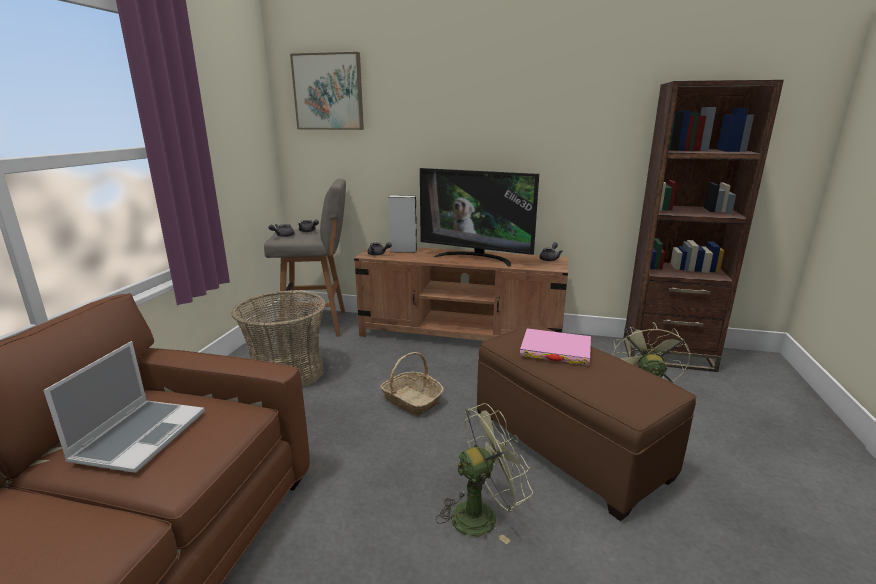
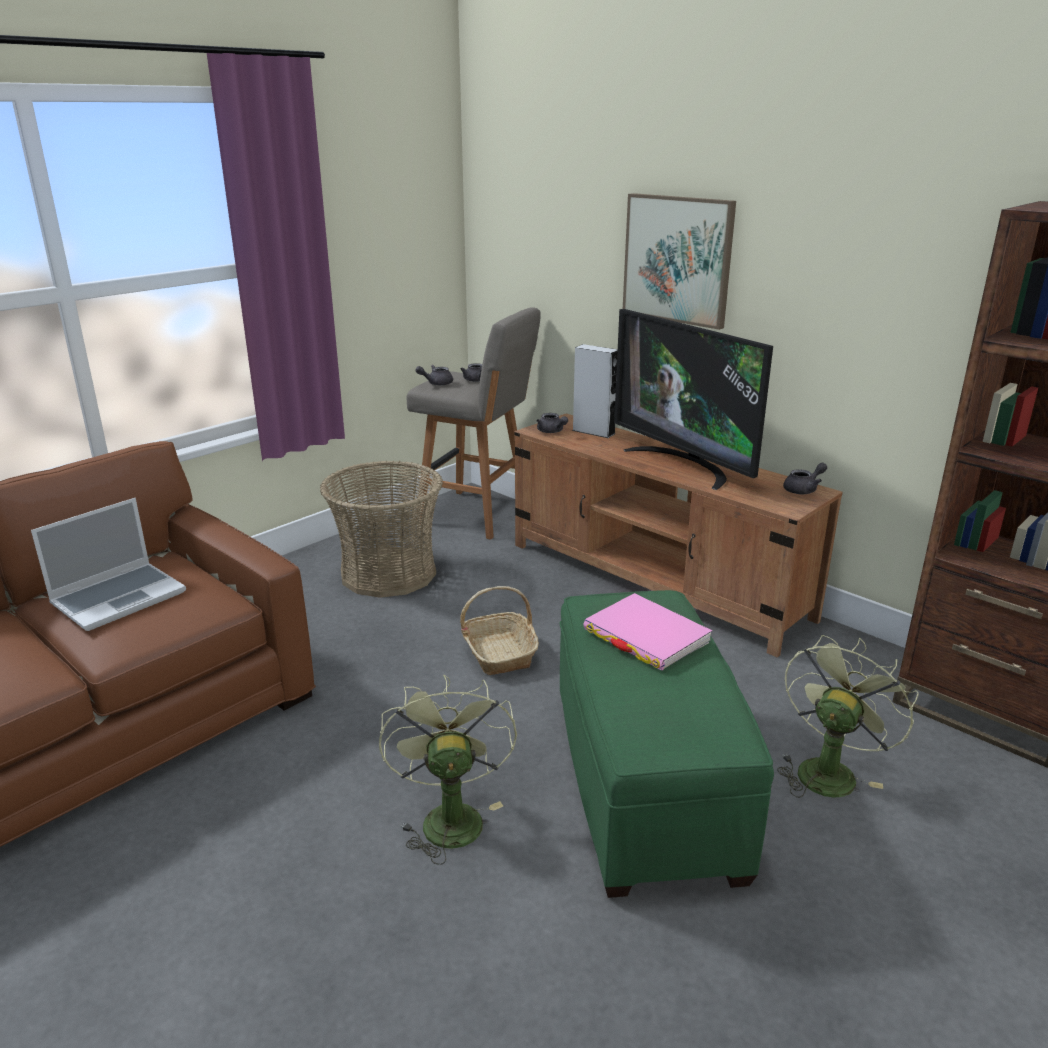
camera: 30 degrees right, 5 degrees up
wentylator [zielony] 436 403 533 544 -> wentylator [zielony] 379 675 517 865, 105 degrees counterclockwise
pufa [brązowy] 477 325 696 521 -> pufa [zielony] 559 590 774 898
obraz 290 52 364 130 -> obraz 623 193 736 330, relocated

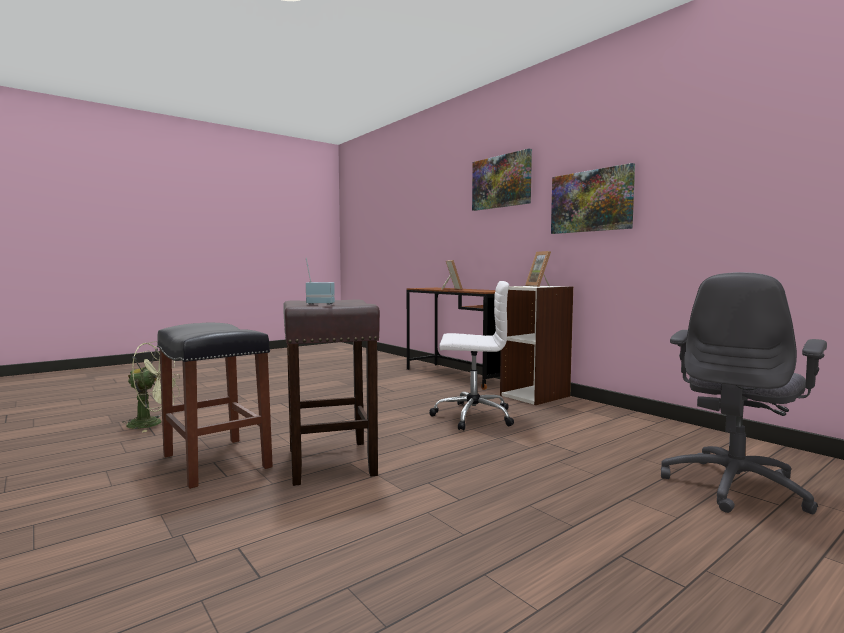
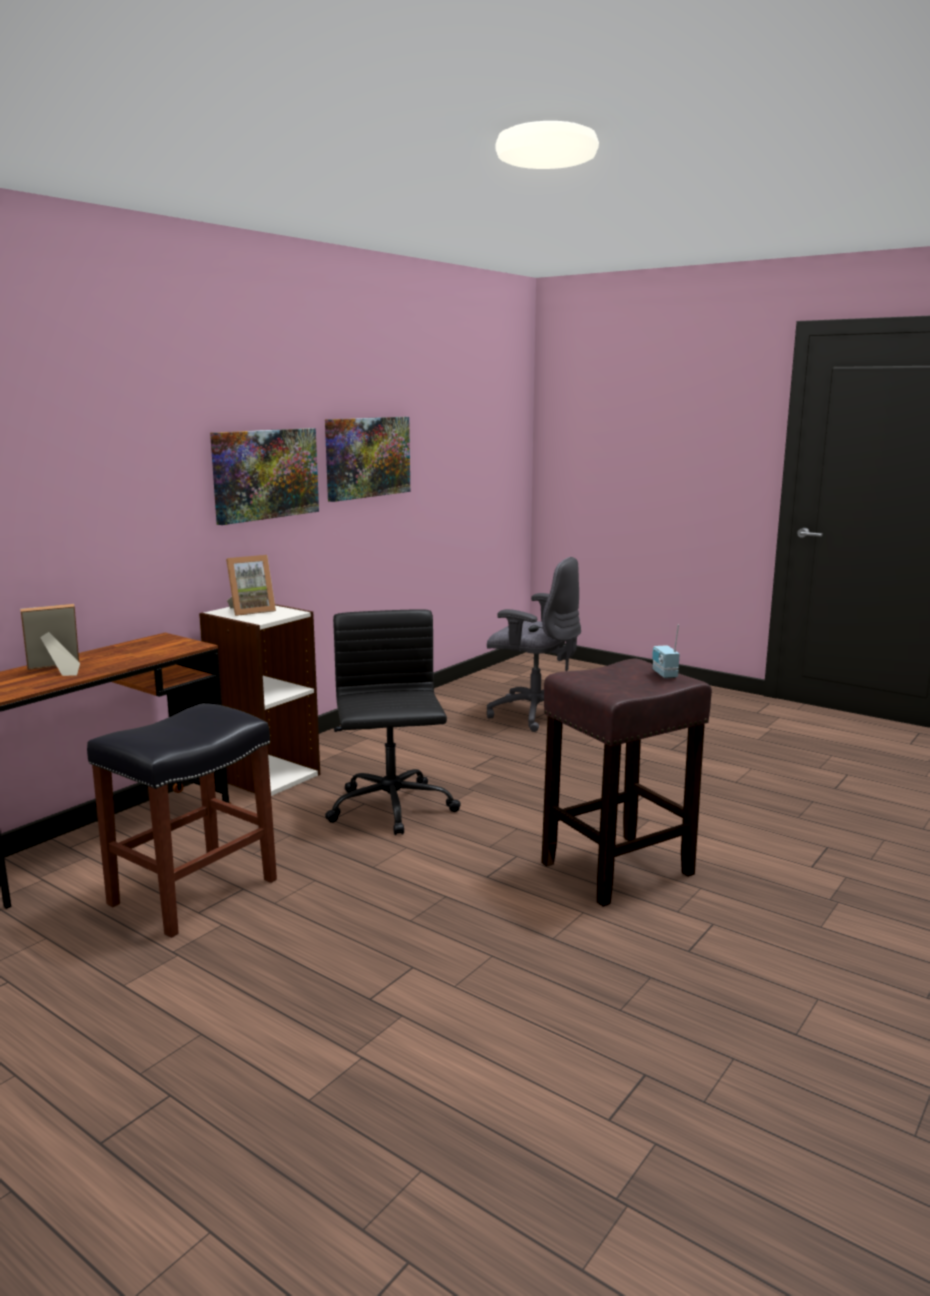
camera: 105 degrees left, 10 degrees up
stołek [czarny] 157 323 273 489 -> stołek [czarny] 87 703 277 938, relocated
obraz 472 148 532 211 -> obraz 325 417 410 502, relocated
krzesło biurowe [biały] 429 281 514 431 -> krzesło biurowe [czarny] 325 609 461 835
wentylator [zielony] 122 341 180 433 -> none

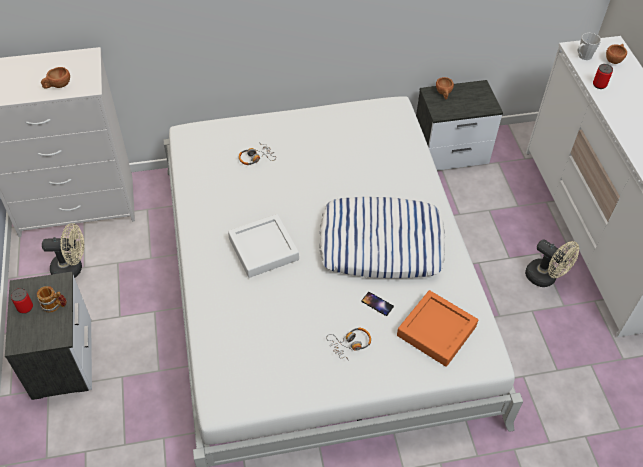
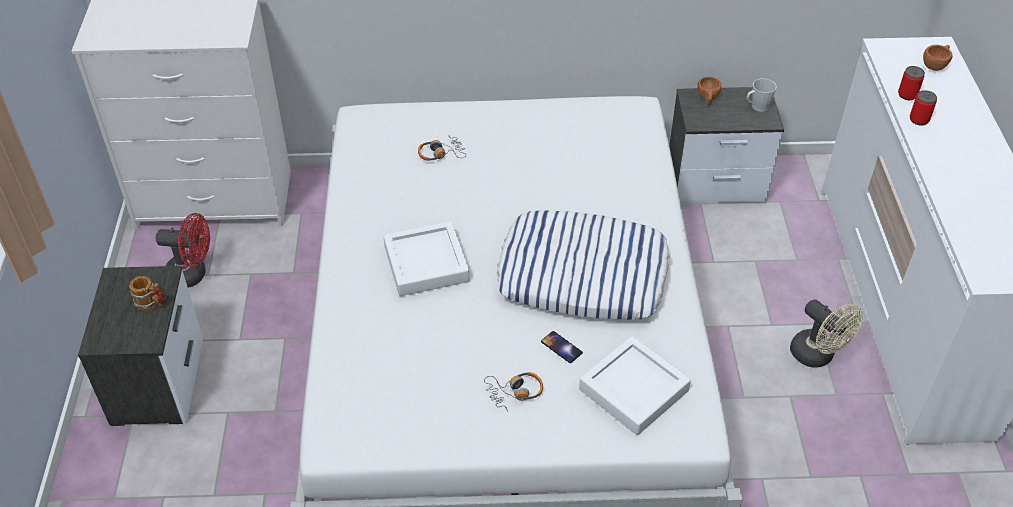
camera: 10 degrees right, 5 degrees down
wentylator [beżowy] 42 223 84 278 -> wentylator [czerwony] 156 213 210 287
taca [pomarańczowy] 397 290 478 367 -> taca [biały] 579 336 691 435
kubek [szary] 577 33 601 60 -> kubek [szary] 747 78 777 112, relocated
puszka 11 288 33 314 -> puszka 910 90 937 125, relocated
filiżanka [brązowy] 41 67 70 89 -> none

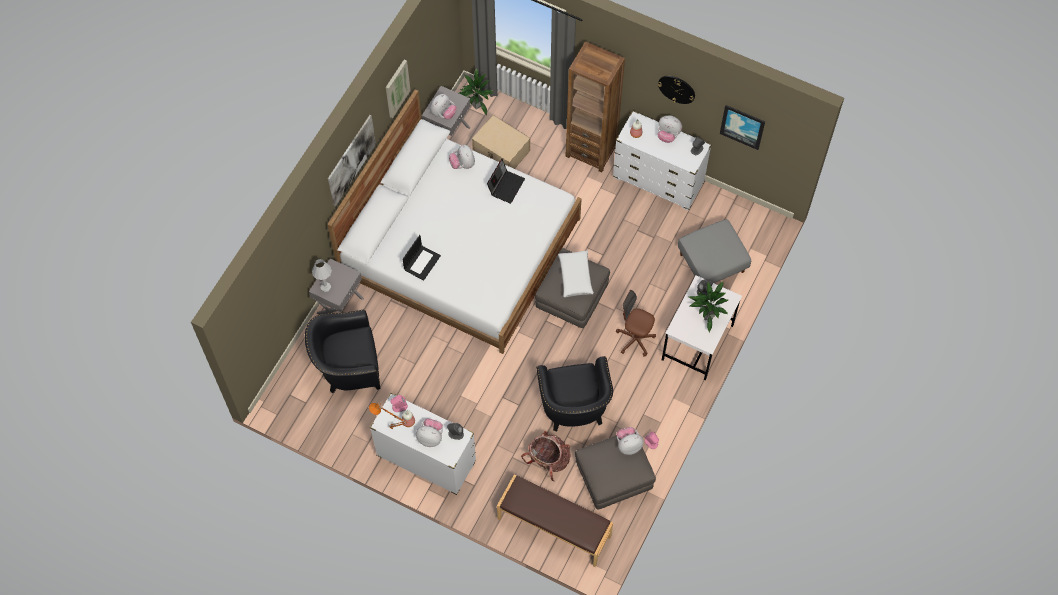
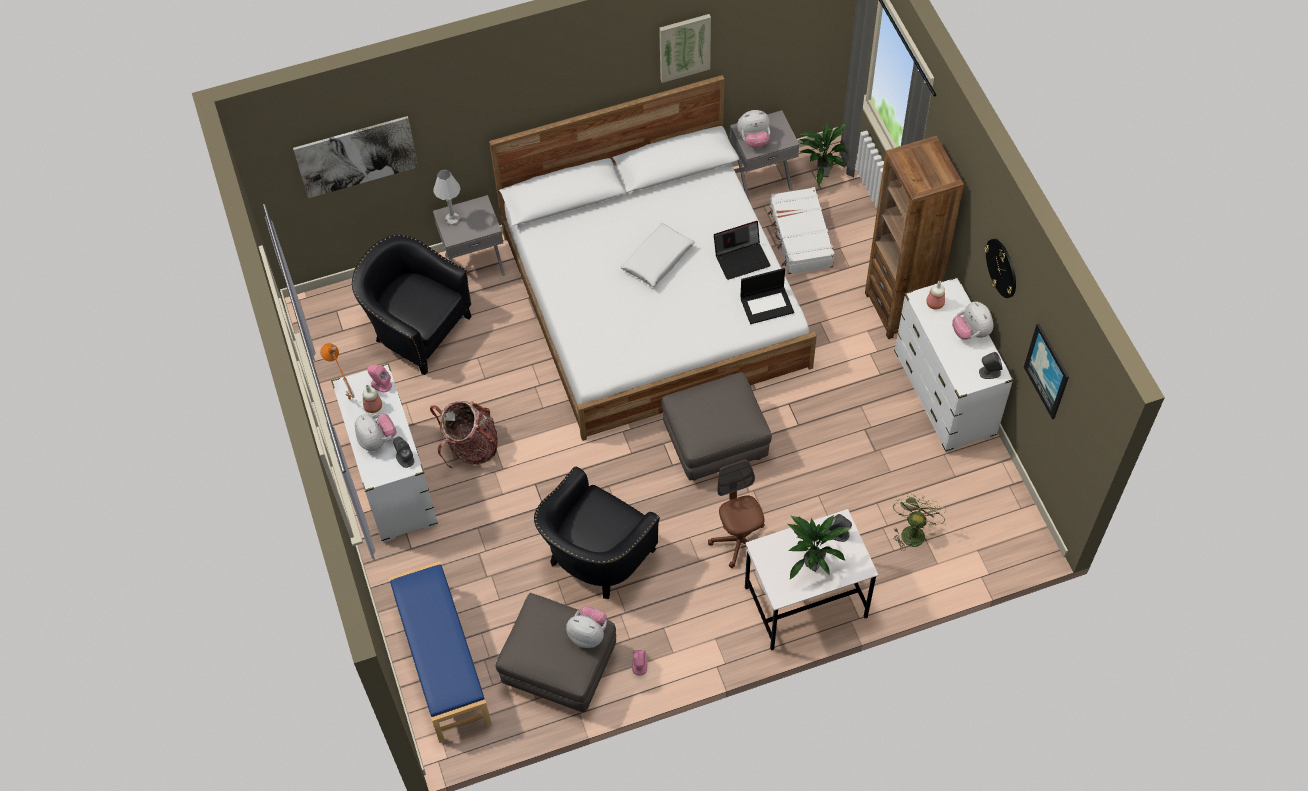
camera: 45 degrees right, 5 degrees down
obraz 328 115 376 207 -> obraz 293 116 418 198, relocated
ławka [brązowy] 497 475 613 567 -> ławka [niebieski] 389 561 492 743
plecak 521 431 570 481 -> plecak 430 401 498 469, relocated
poduszka [biały] 558 250 594 297 -> poduszka [biały] 621 223 695 287, relocated
laptop 403 235 441 281 -> laptop 741 268 794 324, relocated
pojemnik do przechowywania [beżowy] 472 115 530 169 -> walizka [biały] 768 187 835 274
pufa [szary] 678 219 751 283 -> wentylator [zielony] 893 493 946 551
pluszak 449 145 475 169 -> none

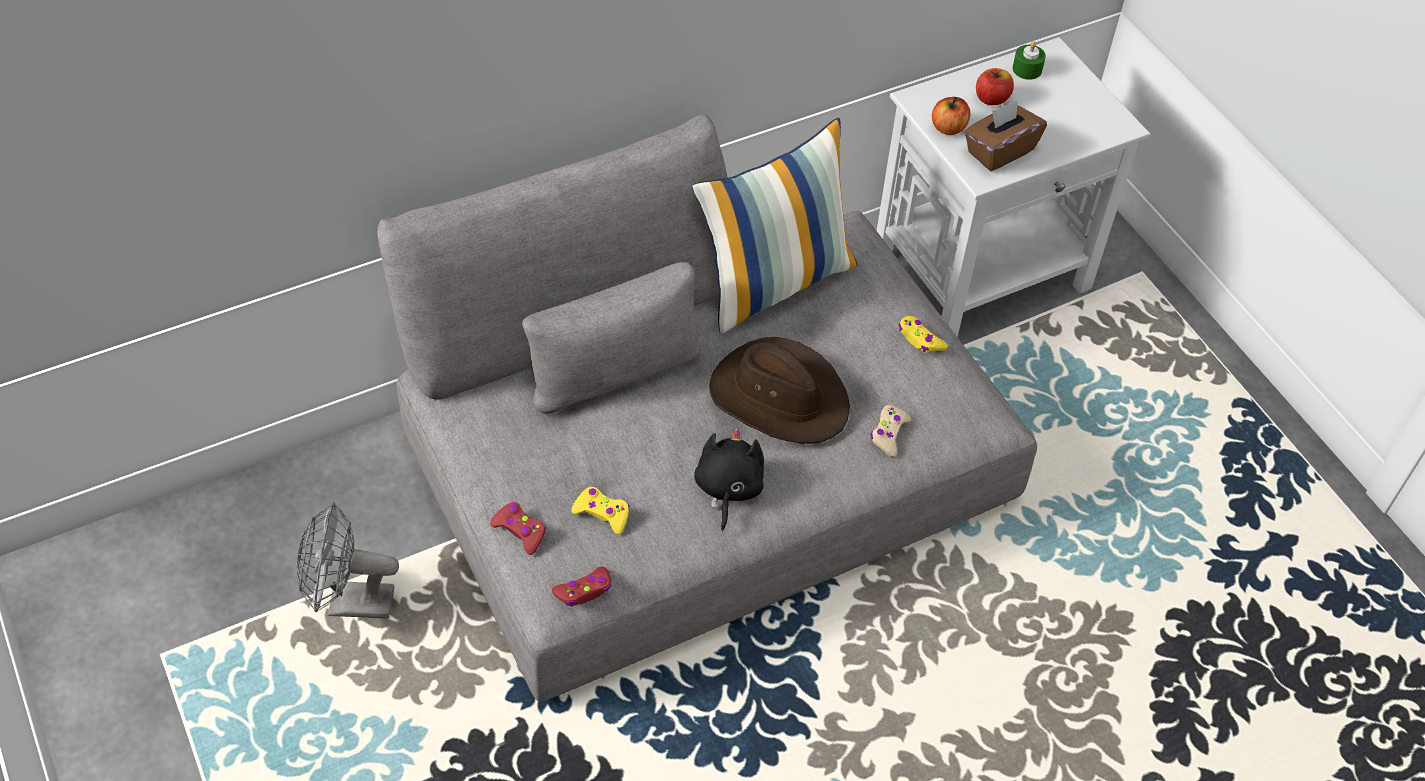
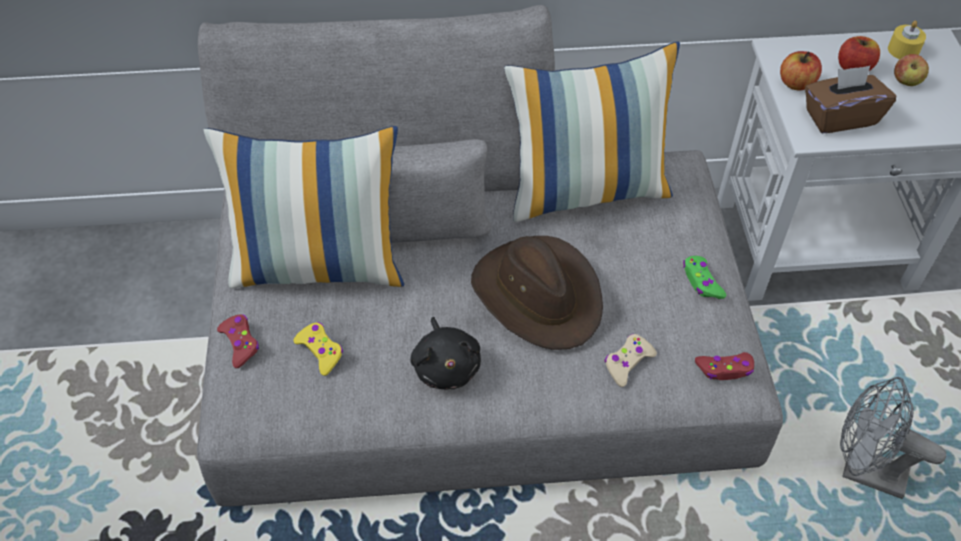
camera: 25 degrees right, 0 degrees up
none -> poduszka 204 126 404 288
pluszak [czarny] 694 428 764 531 -> pluszak [czarny] 410 317 481 390, 135 degrees clockwise
pad do gier [żółty] 898 316 948 353 -> pad do gier [zielony] 683 256 726 299
pad do gier [czerwony] 551 567 611 607 -> pad do gier [czerwony] 695 352 754 380, relocated
wentylator [szary] 296 502 399 619 -> wentylator [szary] 840 377 946 499, relocated
świeca [zielony] 1012 42 1046 80 -> świeca [żółty] 888 21 926 59
none -> jabłko 894 54 929 86

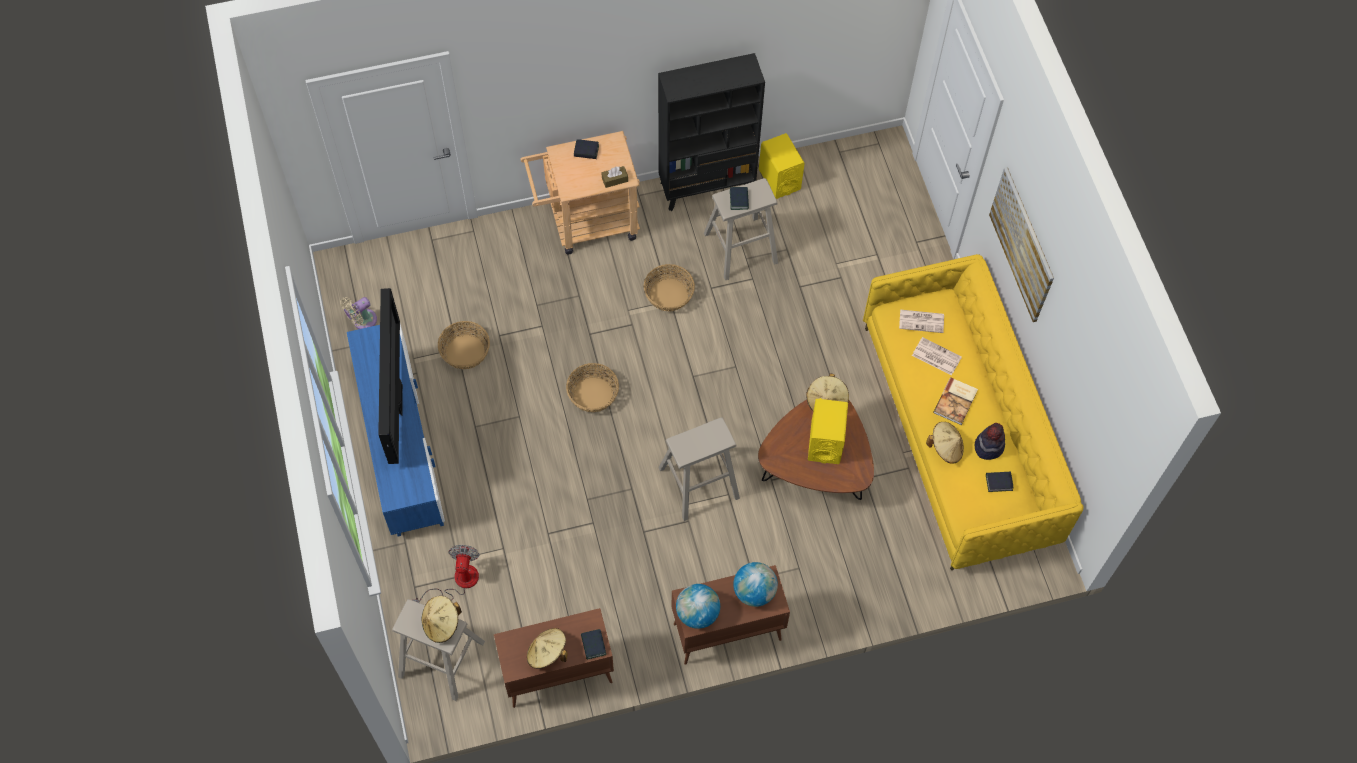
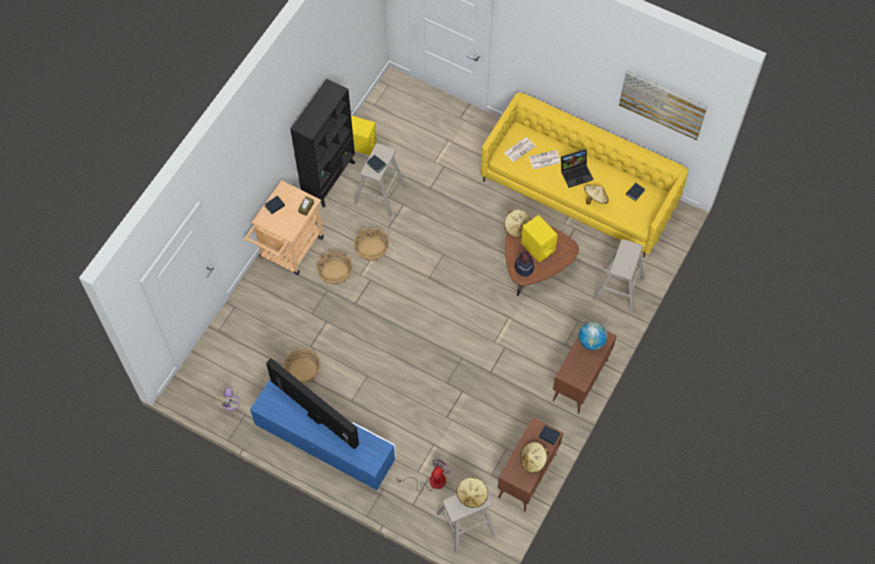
camera: 45 degrees left, 0 degrees up
koszyk 566 363 619 412 -> koszyk 317 251 352 285, relocated
wentylator 412 545 480 603 -> wentylator 396 459 451 491, 75 degrees clockwise
kapelusz 975 423 1005 460 -> kapelusz 515 251 534 277, relocated
książka 933 377 978 425 -> laptop 561 149 593 188
stołek [beżowy] 658 417 740 521 -> stołek [beżowy] 593 239 645 313, relocated
obraz 989 167 1054 322 -> obraz 619 71 707 140, relocated
globus 676 584 720 629 -> none

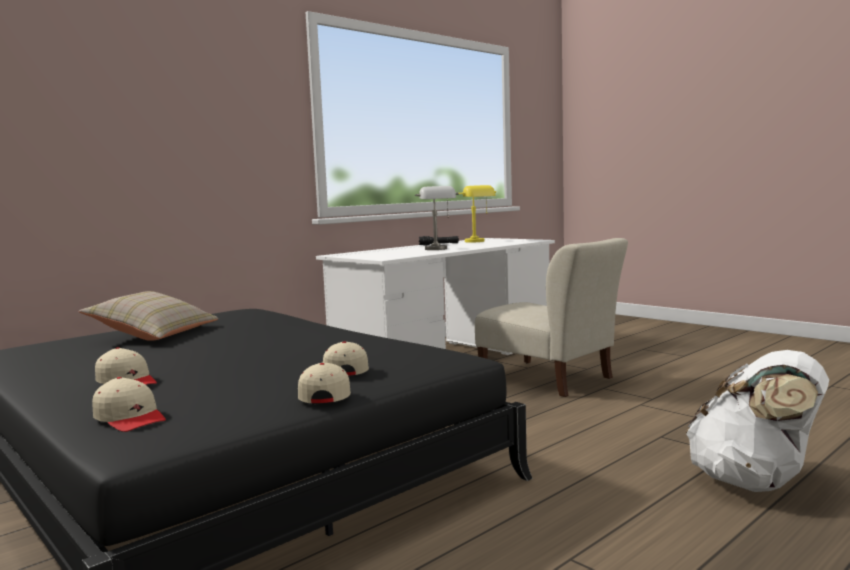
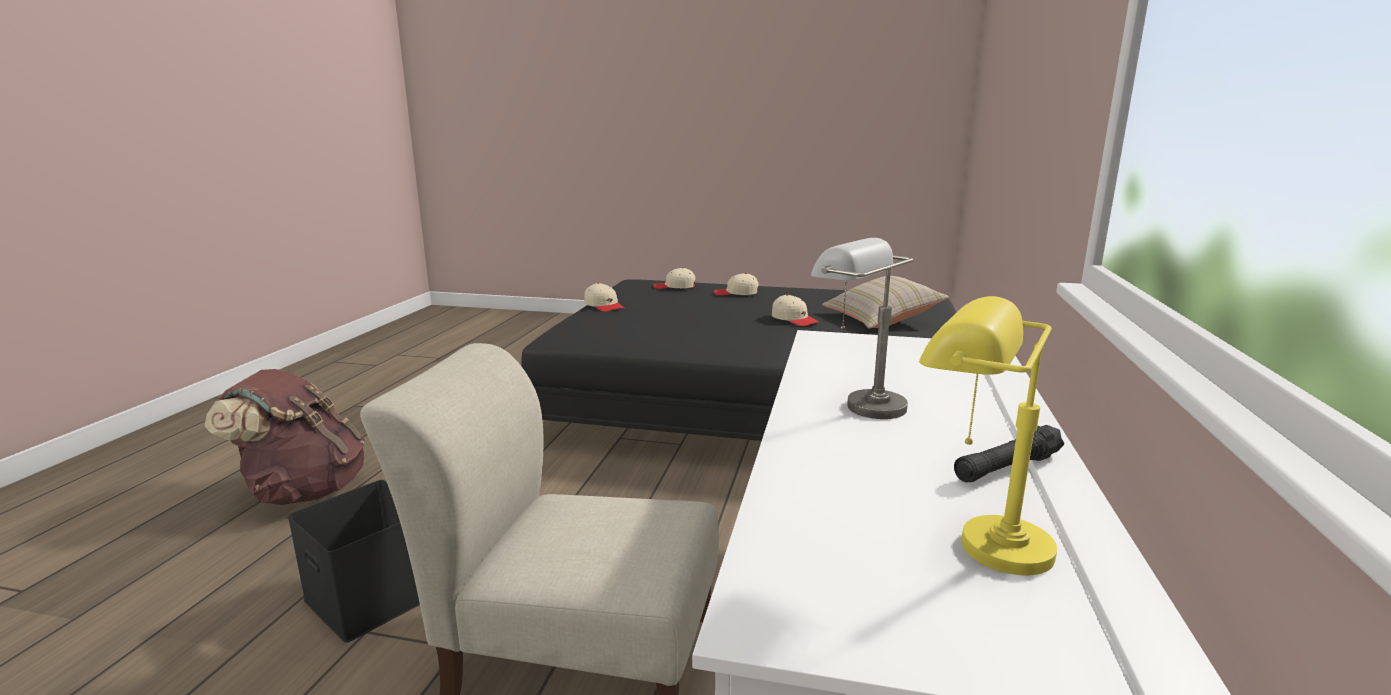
camera: 145 degrees right, 10 degrees up
plecak [biały] 686 350 829 492 -> plecak [brązowy] 205 369 365 505
none -> pojemnik do przechowywania [czarny] 287 480 420 642
czapka z daszkiem [beżowy] 323 342 369 376 -> czapka z daszkiem [beżowy] 772 294 819 326, relocated

